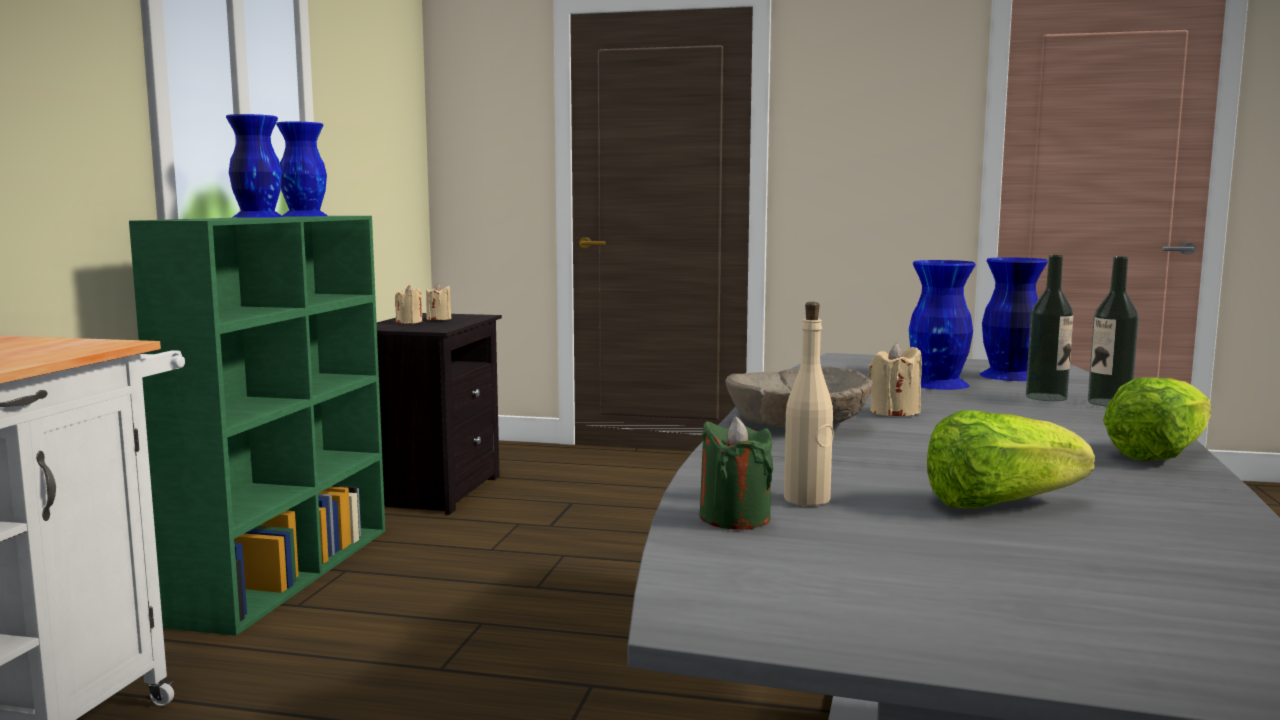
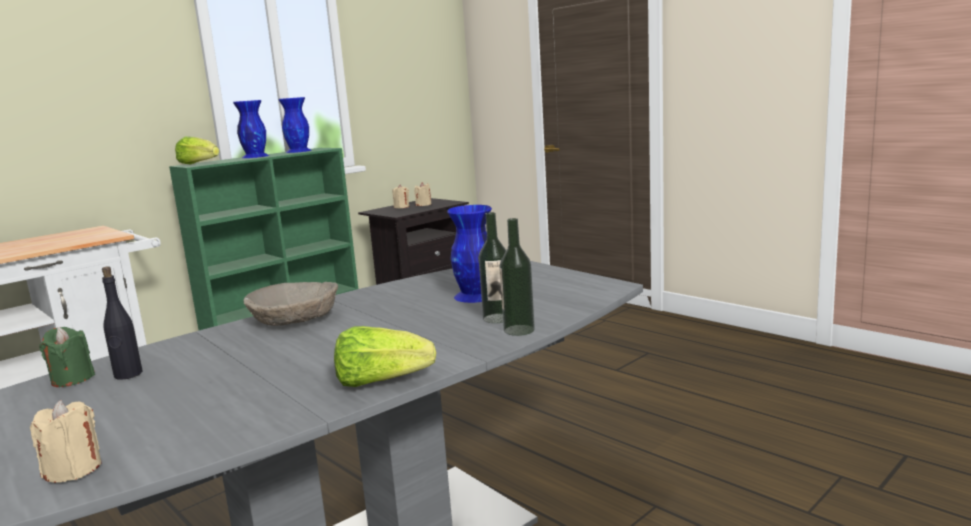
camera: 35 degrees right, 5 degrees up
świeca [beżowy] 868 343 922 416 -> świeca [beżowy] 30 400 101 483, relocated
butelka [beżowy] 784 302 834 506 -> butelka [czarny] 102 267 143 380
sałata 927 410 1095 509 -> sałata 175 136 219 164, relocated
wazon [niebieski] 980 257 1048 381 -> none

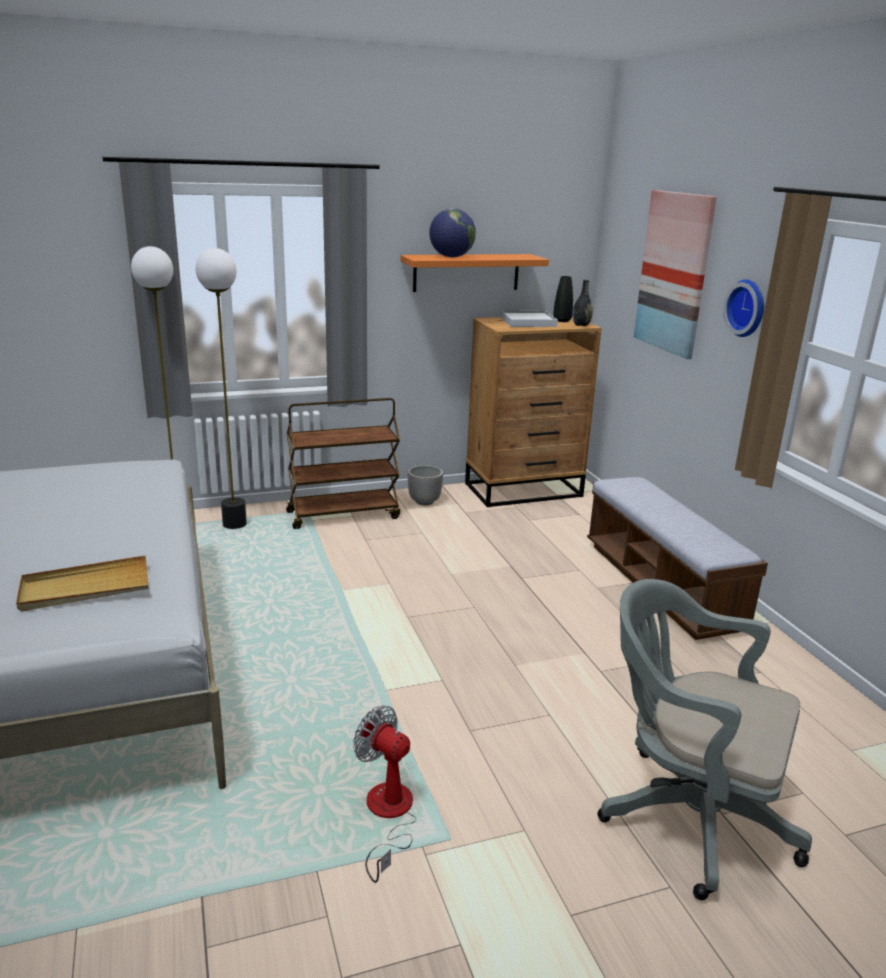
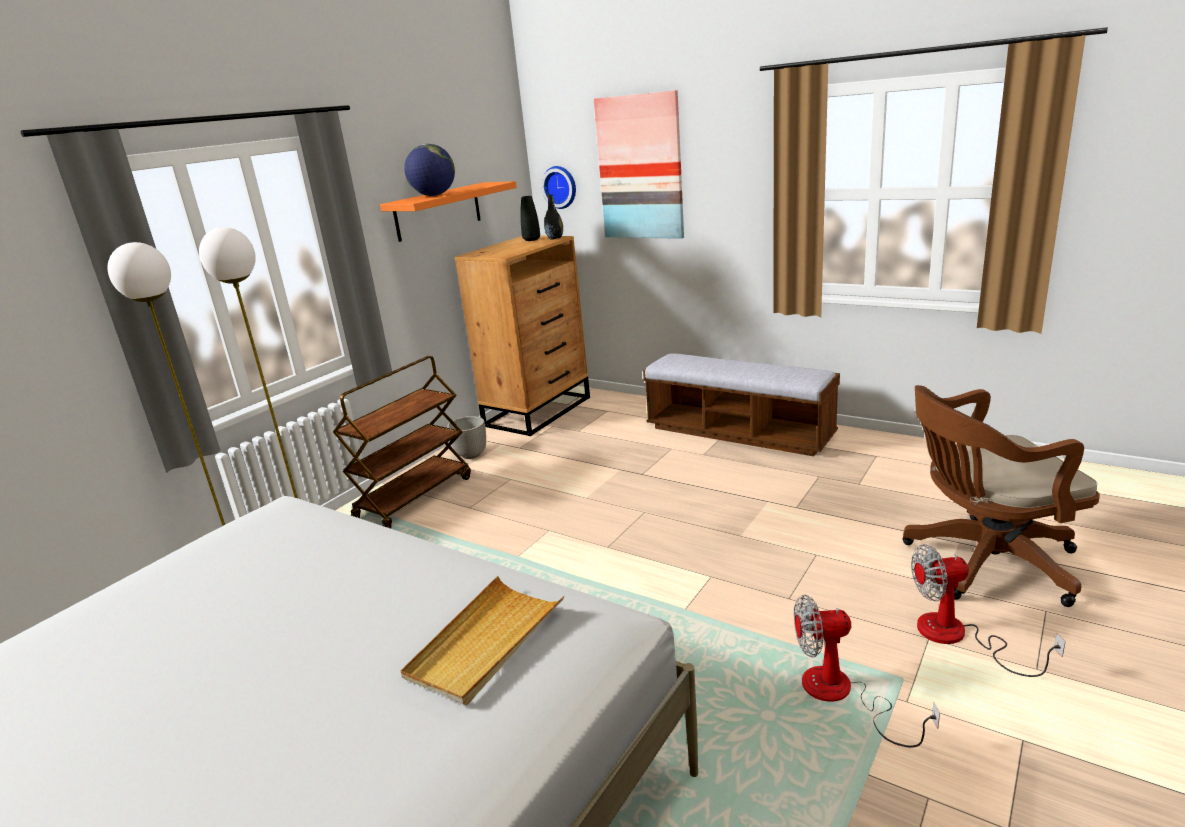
camera: 35 degrees left, 0 degrees up
zegar ścienny 723 279 764 337 -> zegar ścienny 541 166 576 209, relocated
krzesło biurowe [szary] 597 579 812 900 -> krzesło biurowe [brązowy] 902 385 1100 607
none -> wentylator 911 544 1065 677
taca [biały] 500 310 558 327 -> none

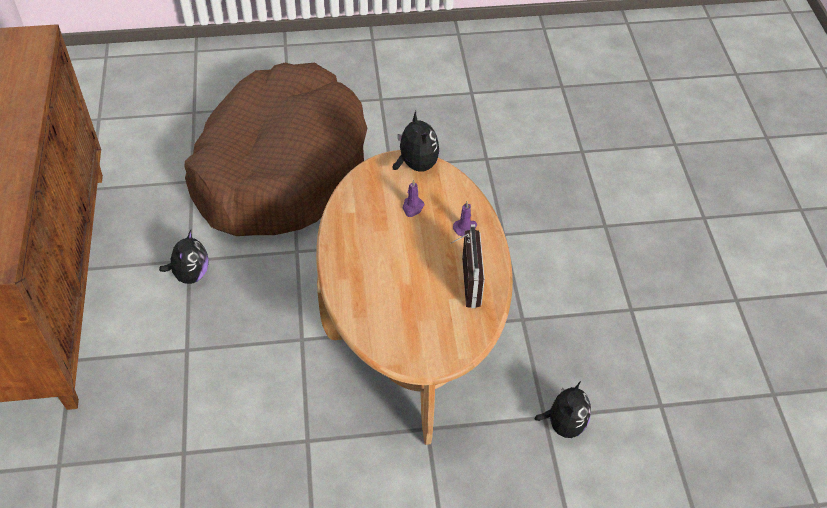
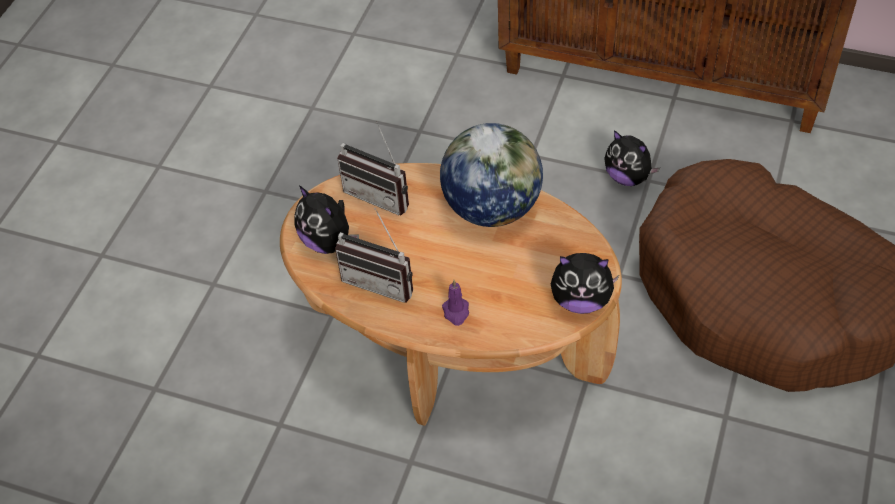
camera: 120 degrees right, 0 degrees up
pluszak 535 381 591 438 -> pluszak 294 185 359 254, relocated
none -> radio 337 122 409 215
none -> globus 440 123 543 227
świeca [fioletowy] 402 179 424 217 -> none

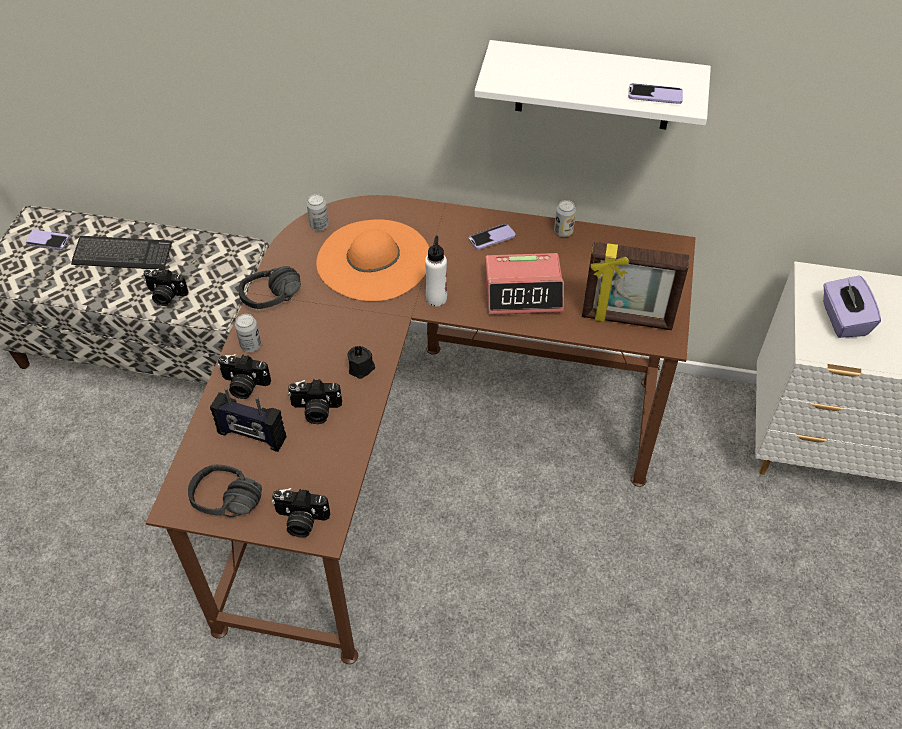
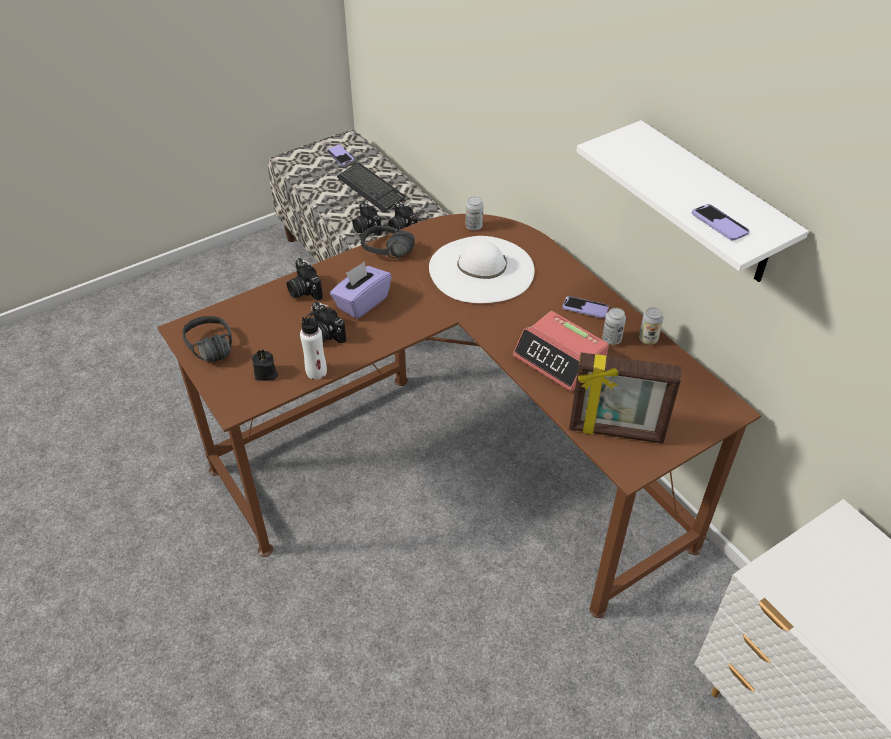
camera: 45 degrees right, 5 degrees down
świeca [czarny] 348 345 375 379 -> świeca [czarny] 252 349 278 381, relocated
butelka [biały] 425 236 447 306 -> butelka [biały] 300 310 327 380, relocated
pudełko chusteczek [fioletowy] 823 275 881 338 -> pudełko chusteczek [fioletowy] 330 262 392 319, relocated
aparat fotograficzny 271 488 330 537 -> aparat fotograficzny 388 201 418 230, relocated
kapelusz [pomarańczowy] 316 219 429 301 -> kapelusz [biały] 429 236 535 303
ramka na zdjęcie 582 242 689 330 -> ramka na zdjęcie 569 352 681 444, 45 degrees counterclockwise
puszka 235 314 261 352 -> puszka 602 308 626 345, relocated
radio 210 388 286 452 -> none

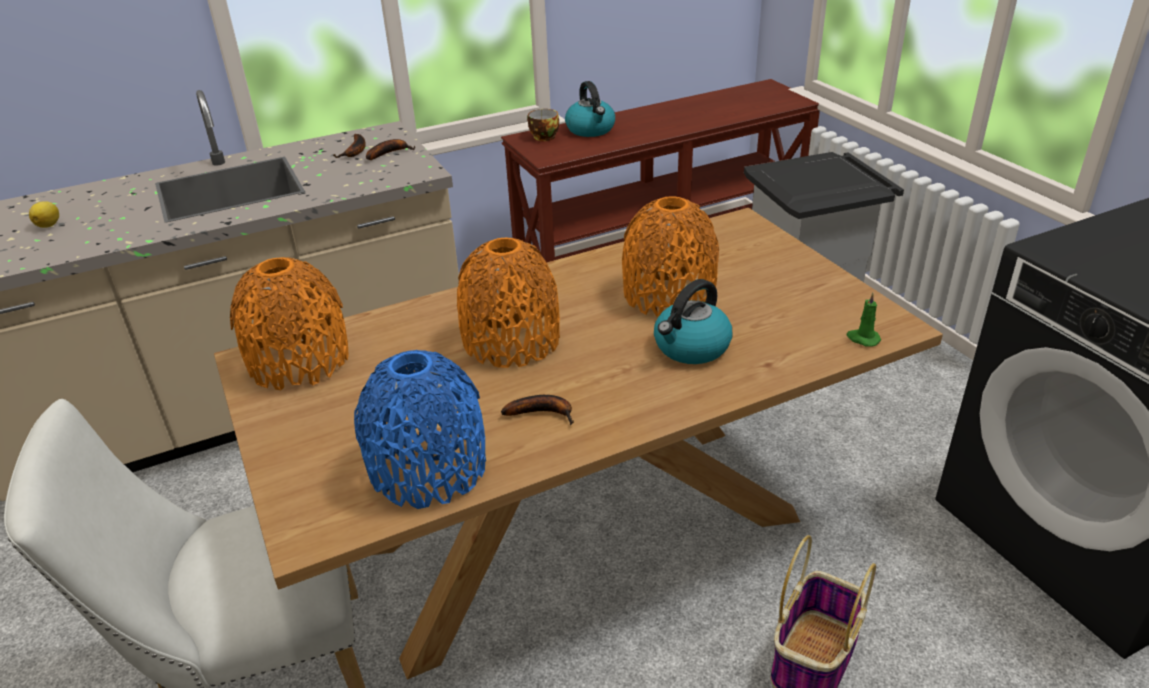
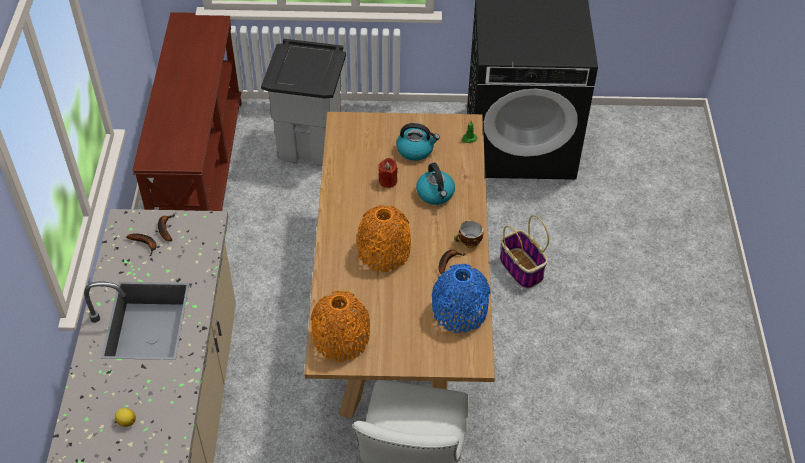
camera: 65 degrees left, 15 degrees up
wazon [pomarańczowy] 622 196 719 317 -> świeca [czerwony] 378 158 398 188
czajnik 565 81 615 137 -> czajnik 396 123 440 161, relocated
filiżanka 527 109 559 141 -> filiżanka 455 220 483 248, relocated

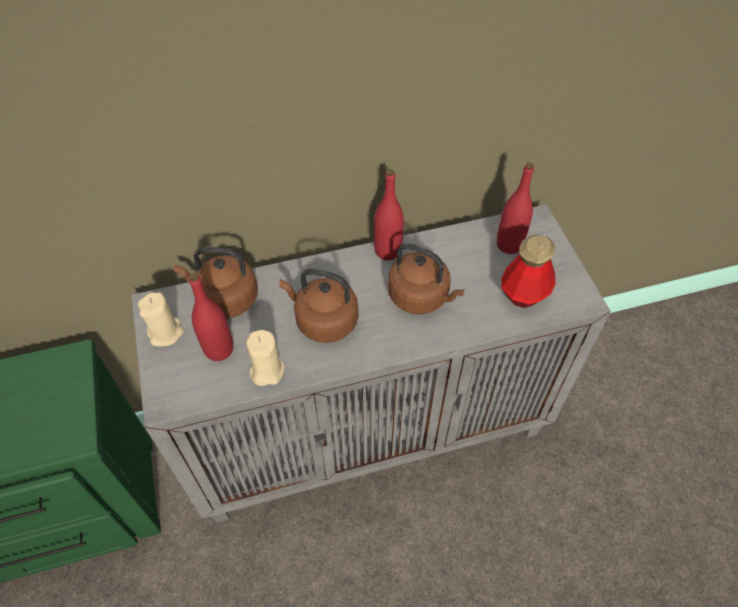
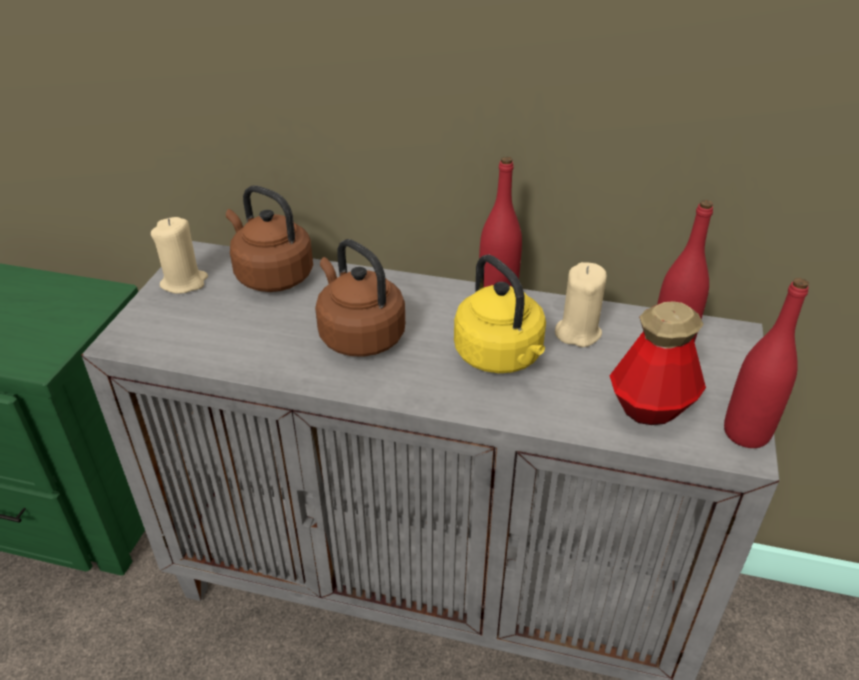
camera: 30 degrees right, 15 degrees down
czajnik [brązowy] 388 243 465 314 -> czajnik [żółty] 454 255 546 373
świeca [beżowy] 246 330 284 386 -> świeca [beżowy] 555 262 607 347, relocated
butelka [czerwony] 189 273 233 361 -> butelka [czerwony] 724 278 809 448, relocated

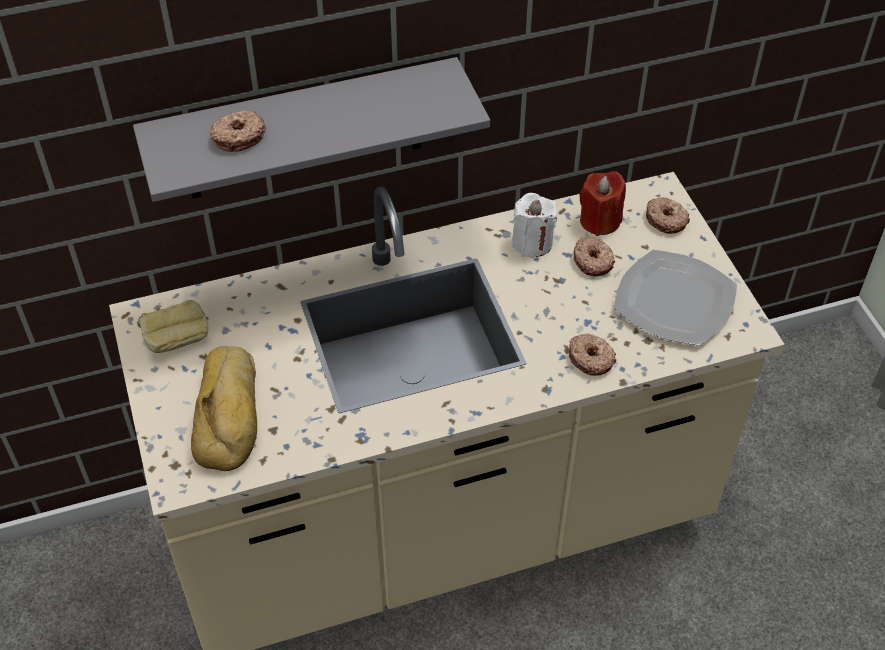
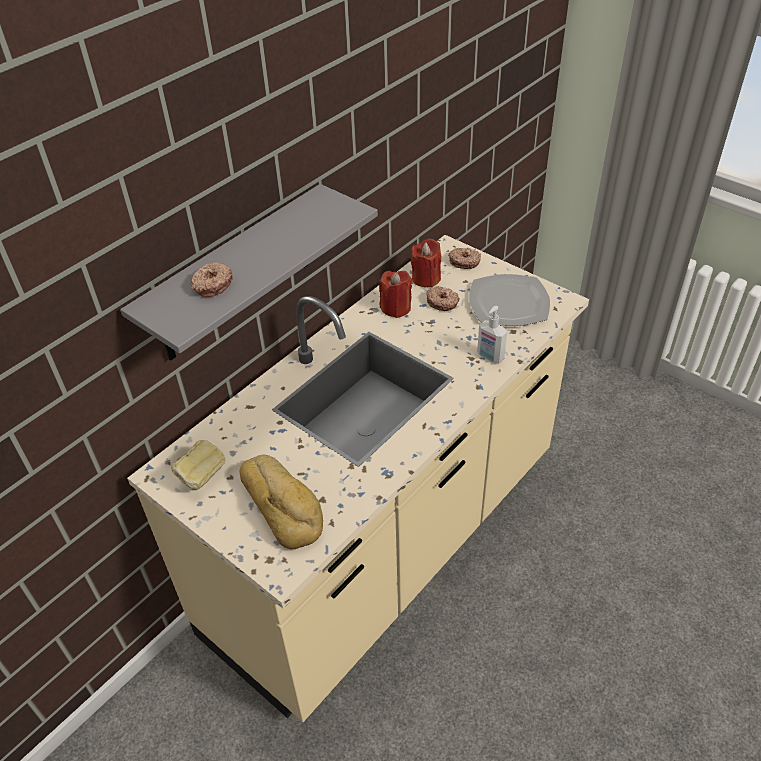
camera: 30 degrees left, 5 degrees down
świeca [biały] 512 193 557 257 -> świeca [czerwony] 379 271 413 318
donut 569 334 616 376 -> dozownik mydła 477 306 507 363

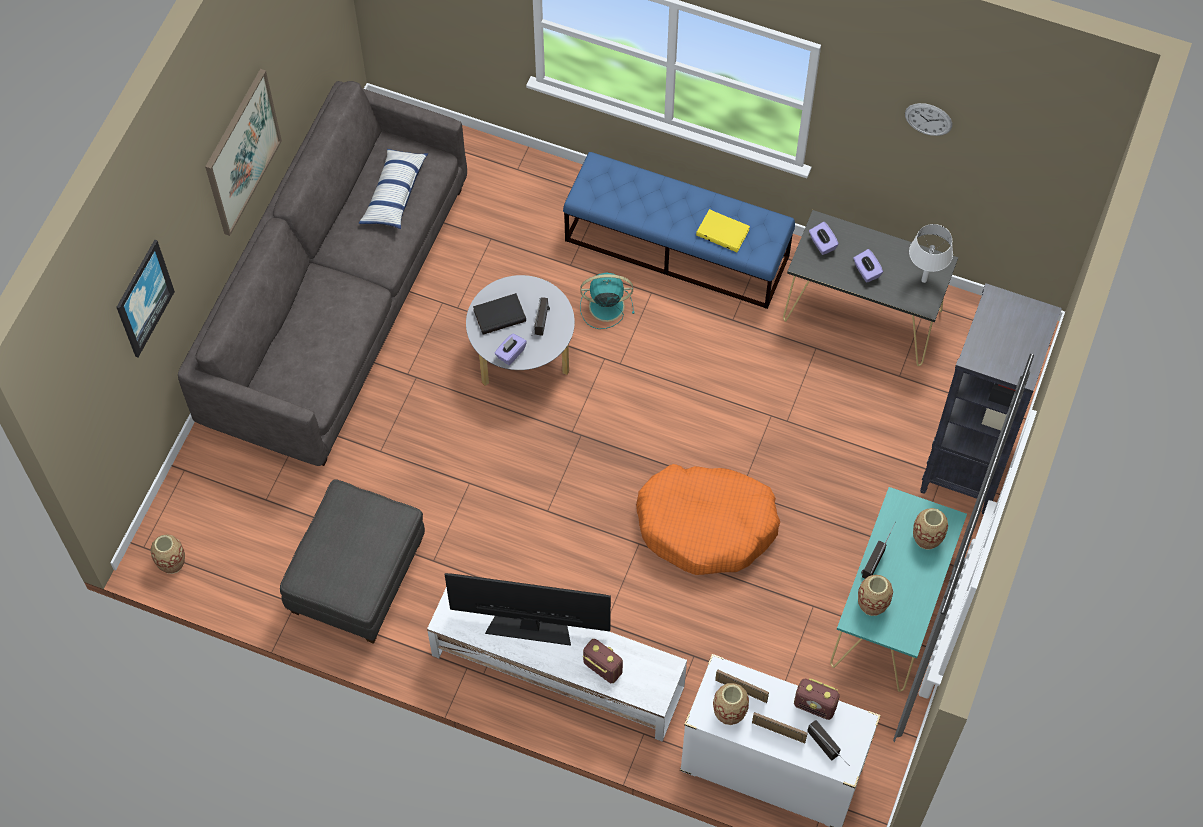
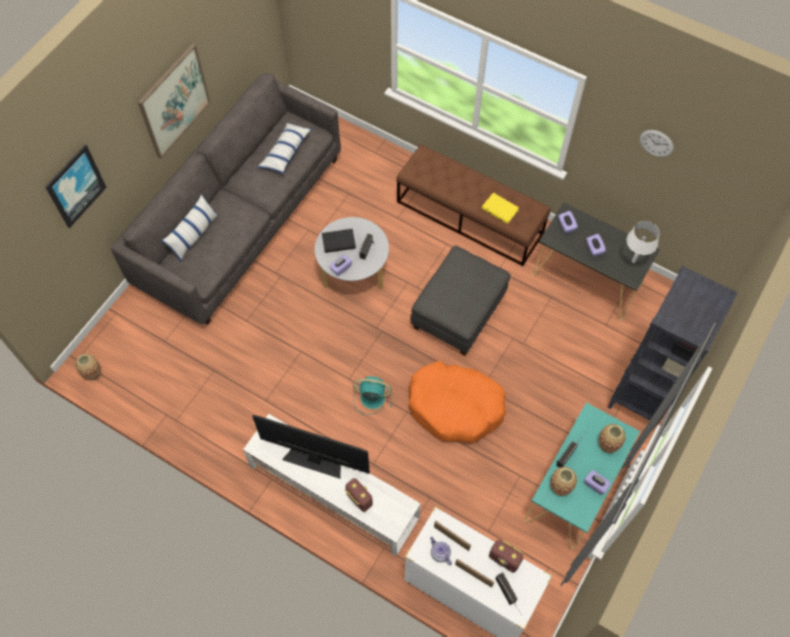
camera: 10 degrees right, 0 degrees up
none -> poduszka 161 194 219 262
wentylator [turkusowy] 580 273 634 329 -> wentylator [turkusowy] 353 377 392 415, relocated
ławka [niebieski] 563 152 795 309 -> ławka [brązowy] 396 145 550 266
pufa [szary] 280 479 425 644 -> pufa [szary] 410 246 510 356, relocated
wazon 713 683 749 725 -> imbryk 430 537 452 565
none -> pudełko chusteczek [fioletowy] 584 470 611 495

